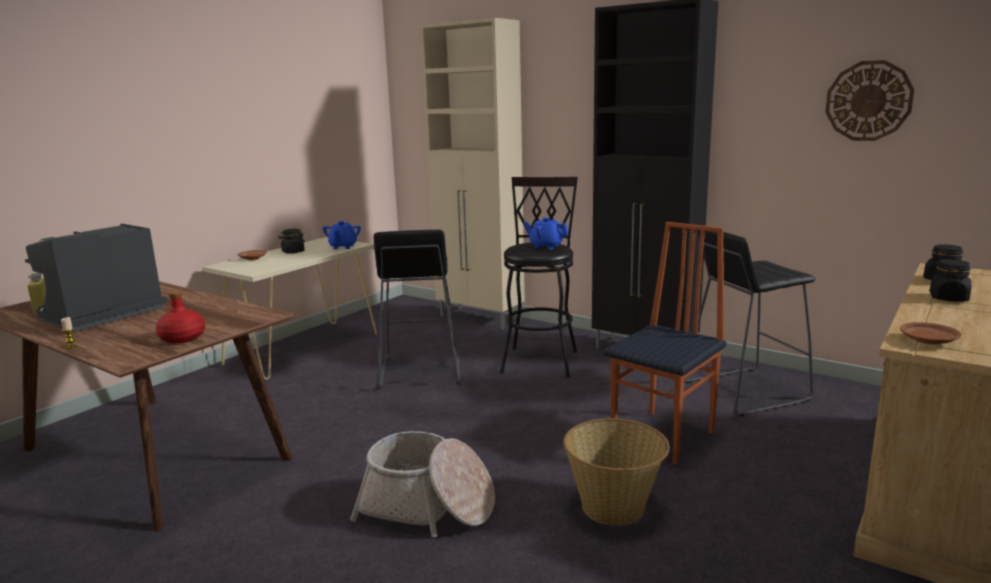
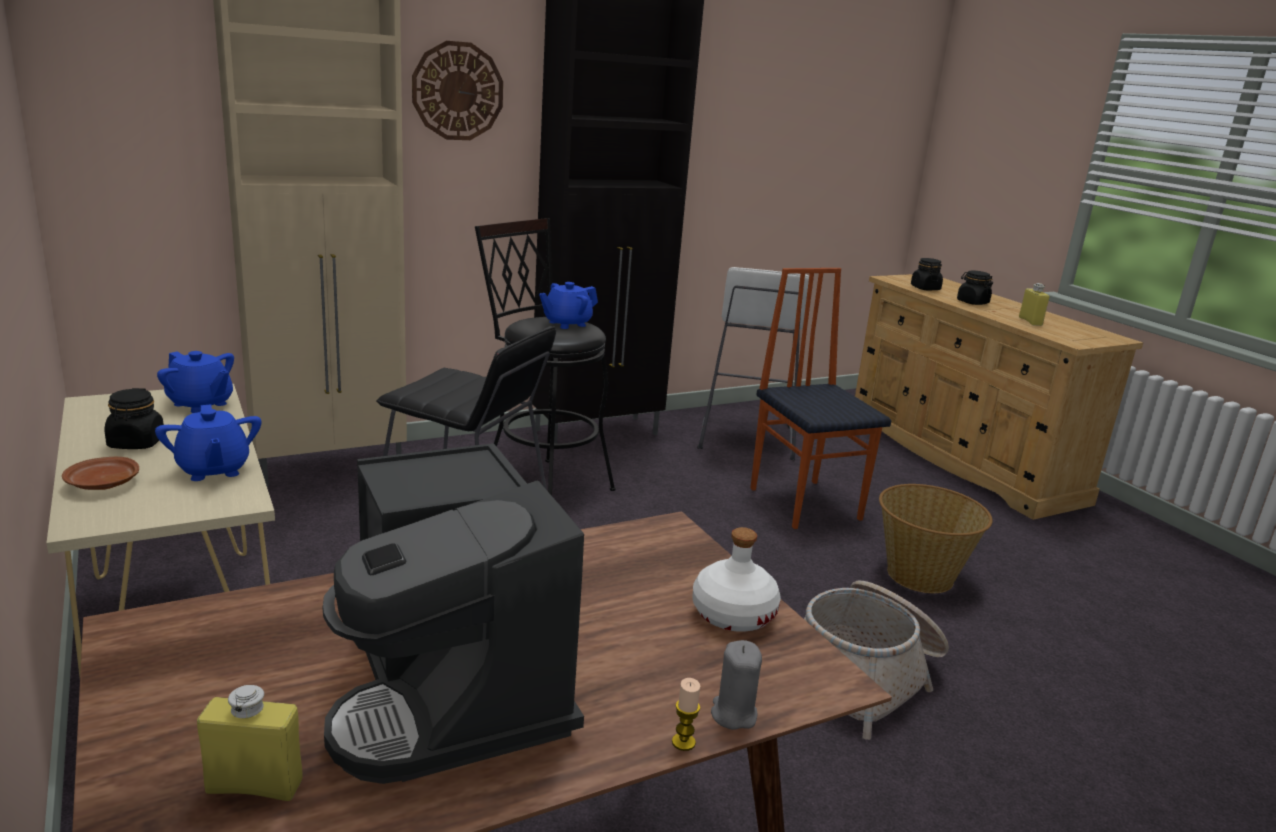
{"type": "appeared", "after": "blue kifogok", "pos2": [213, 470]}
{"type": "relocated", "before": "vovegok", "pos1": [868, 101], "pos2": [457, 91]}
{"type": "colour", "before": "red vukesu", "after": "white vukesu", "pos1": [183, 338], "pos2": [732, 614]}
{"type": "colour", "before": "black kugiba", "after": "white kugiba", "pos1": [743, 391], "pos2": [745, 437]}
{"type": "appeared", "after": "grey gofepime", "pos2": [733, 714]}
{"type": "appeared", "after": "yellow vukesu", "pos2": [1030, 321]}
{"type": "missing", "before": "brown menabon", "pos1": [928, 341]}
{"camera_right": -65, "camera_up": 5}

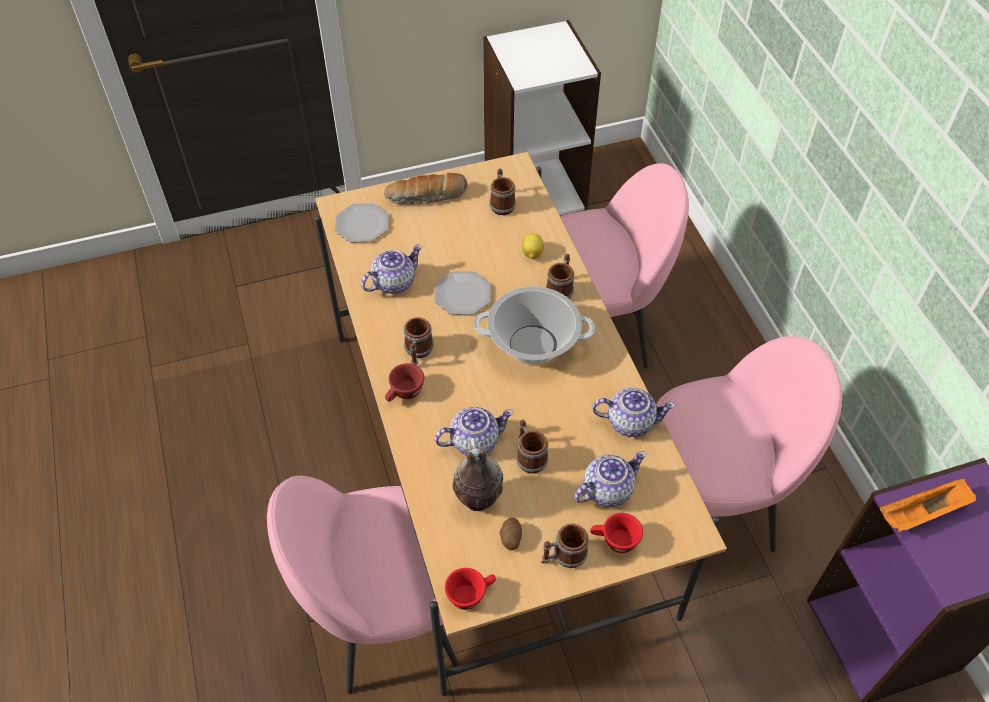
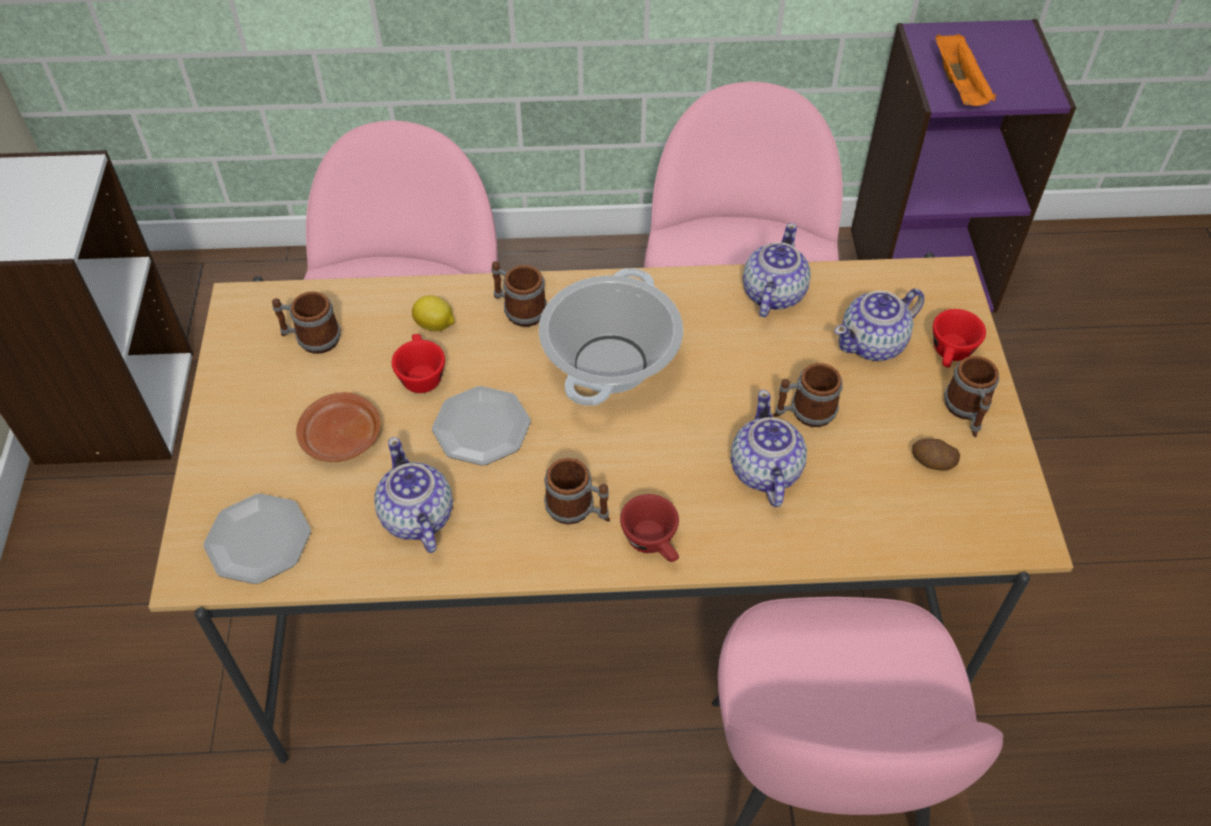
{"type": "appeared", "after": "brown menabon", "pos2": [341, 438]}
{"type": "relocated", "before": "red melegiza", "pos1": [471, 594], "pos2": [420, 374]}
{"type": "spun", "before": "kifogok", "pos1": [606, 490], "pos2": [873, 343], "turn": -105}
{"type": "missing", "before": "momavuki", "pos1": [427, 197]}
{"type": "missing", "before": "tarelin", "pos1": [477, 501]}
{"camera_right": -75, "camera_up": 0}

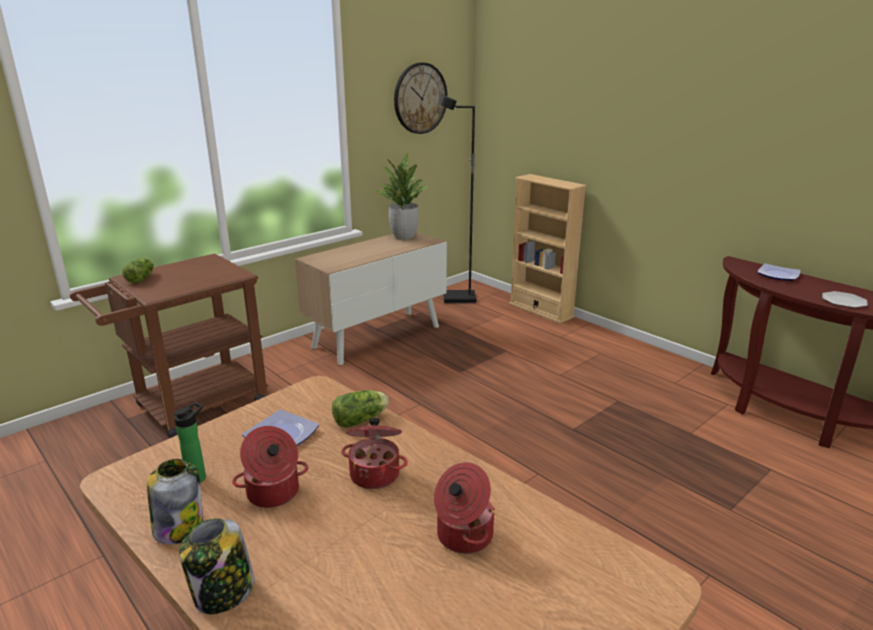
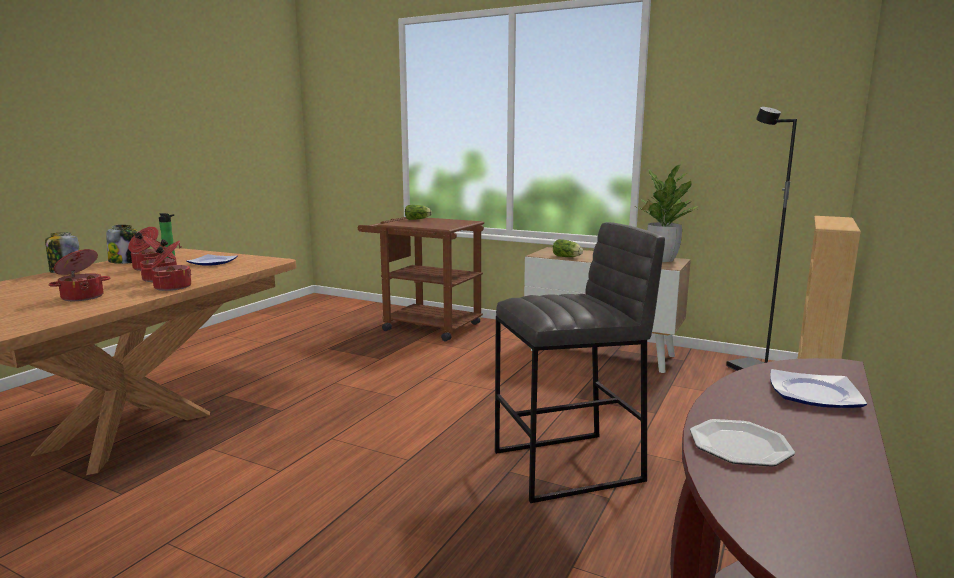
{"type": "appeared", "after": "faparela", "pos2": [171, 287]}
{"type": "appeared", "after": "grey kugiba", "pos2": [569, 466]}
{"type": "relocated", "before": "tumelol", "pos1": [362, 419], "pos2": [567, 257]}
{"type": "missing", "before": "vovegok", "pos1": [420, 98]}
{"camera_right": 70, "camera_up": -10}

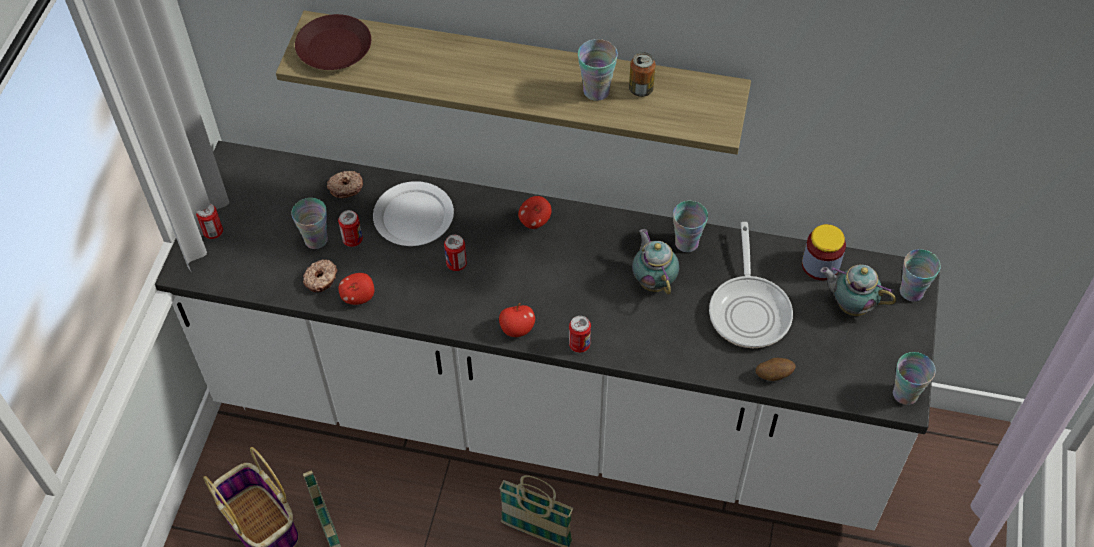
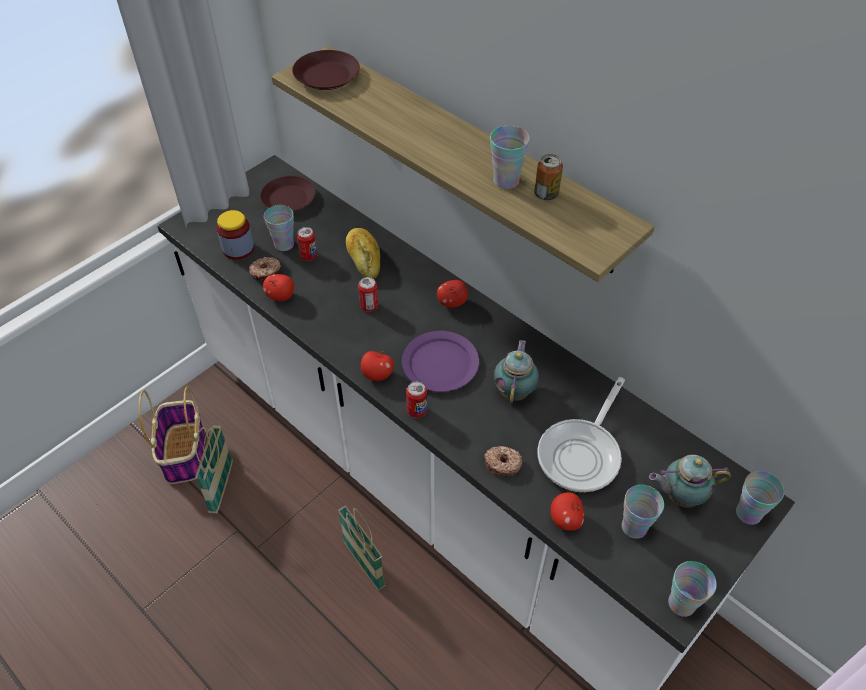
{"type": "relocated", "before": "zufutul", "pos1": [820, 265], "pos2": [238, 249]}
{"type": "appeared", "after": "brown menabon", "pos2": [289, 199]}
{"type": "exchanged", "before": "white menabon", "after": "momavuki", "pos1": [413, 216], "pos2": [364, 259]}
{"type": "appeared", "after": "purple menabon", "pos2": [440, 364]}
{"type": "relocated", "before": "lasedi", "pos1": [345, 187], "pos2": [503, 463]}
{"type": "exchanged", "before": "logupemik", "after": "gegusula", "pos1": [773, 375], "pos2": [565, 519]}
{"type": "relocated", "before": "melegiza", "pos1": [686, 243], "pos2": [634, 527]}
{"type": "spun", "before": "kifogok", "pos1": [850, 305], "pos2": [679, 496], "turn": -60}
{"type": "missing", "before": "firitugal", "pos1": [213, 232]}
{"camera_right": 30, "camera_up": -5}

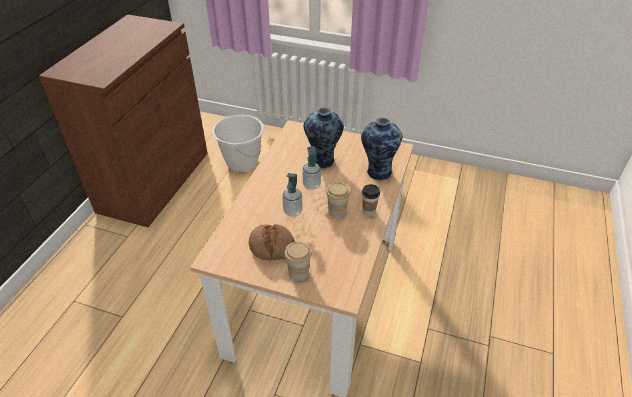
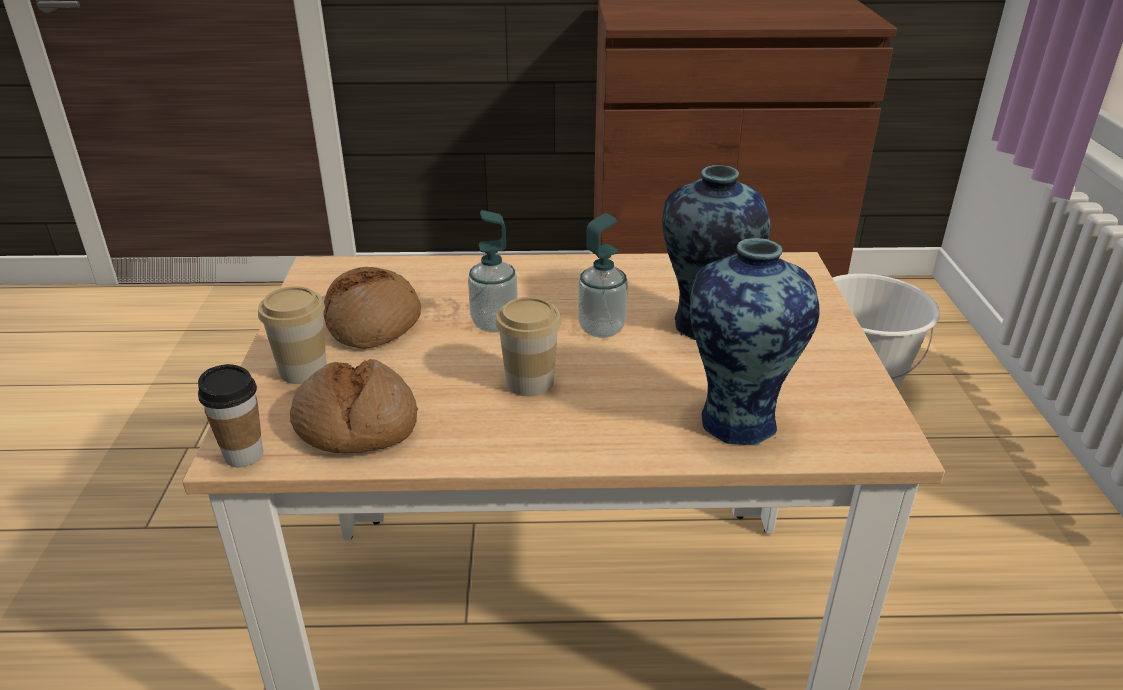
{"type": "relocated", "before": "melegiza", "pos1": [368, 212], "pos2": [244, 455]}
{"type": "appeared", "after": "momavuki", "pos2": [356, 425]}
{"camera_right": 70, "camera_up": -10}

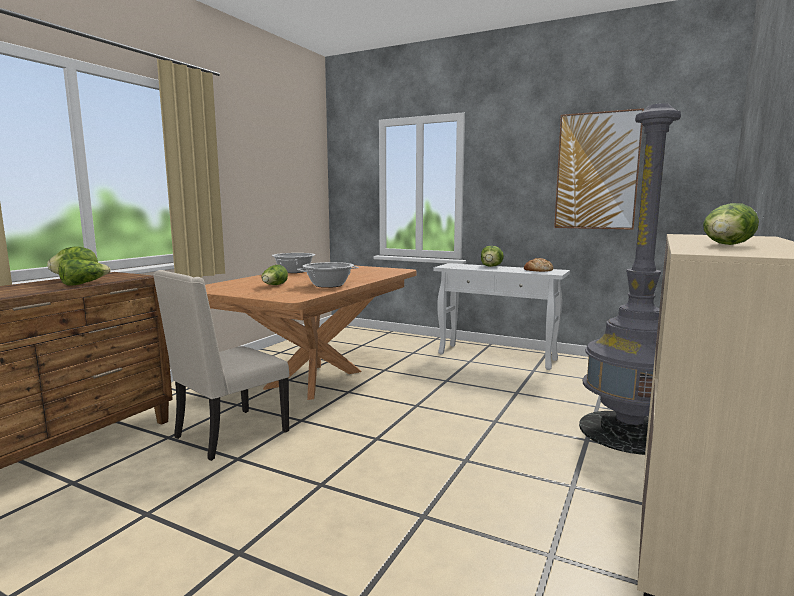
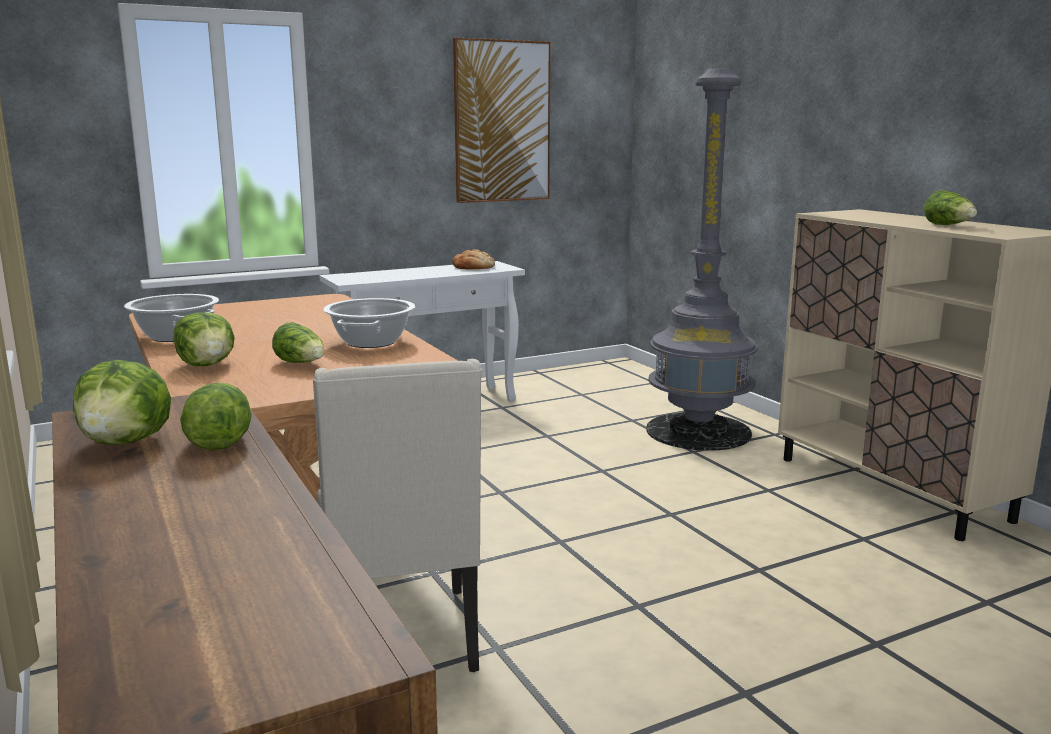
{"type": "relocated", "before": "tumelol", "pos1": [491, 266], "pos2": [208, 365]}
{"camera_right": -55, "camera_up": 5}

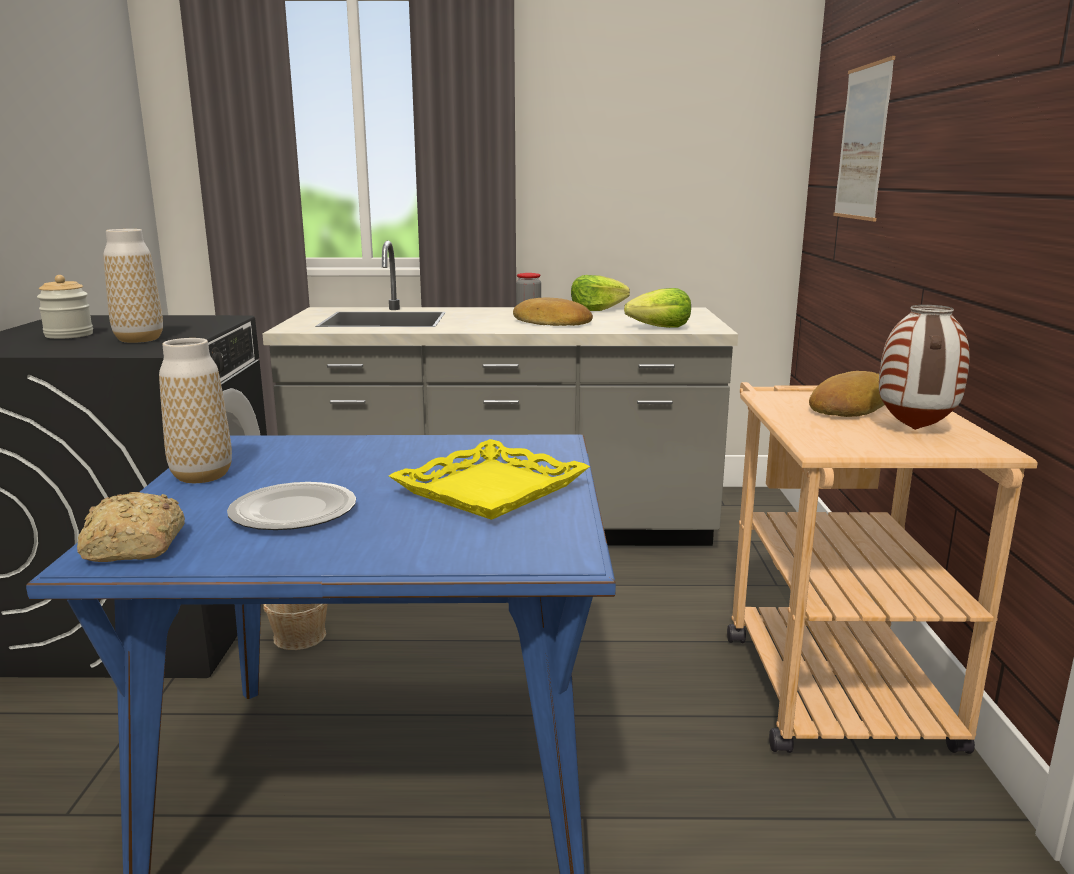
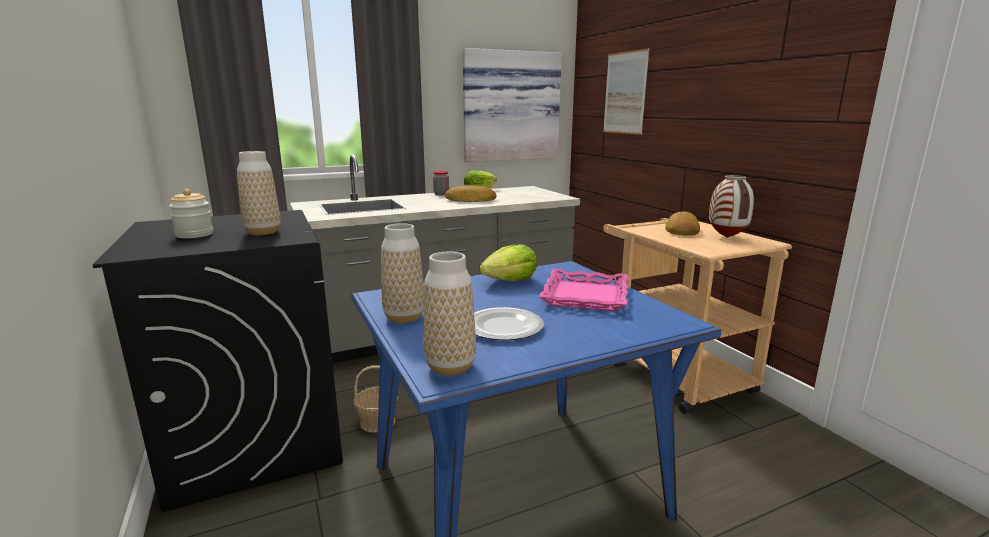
{"type": "exchanged", "before": "momavuki", "after": "tarelin", "pos1": [134, 548], "pos2": [450, 367]}
{"type": "appeared", "after": "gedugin", "pos2": [510, 106]}
{"type": "relocated", "before": "tumelol", "pos1": [660, 328], "pos2": [510, 281]}
{"type": "colour", "before": "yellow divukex", "after": "pink divukex", "pos1": [491, 490], "pos2": [586, 296]}
{"camera_right": -25, "camera_up": 0}

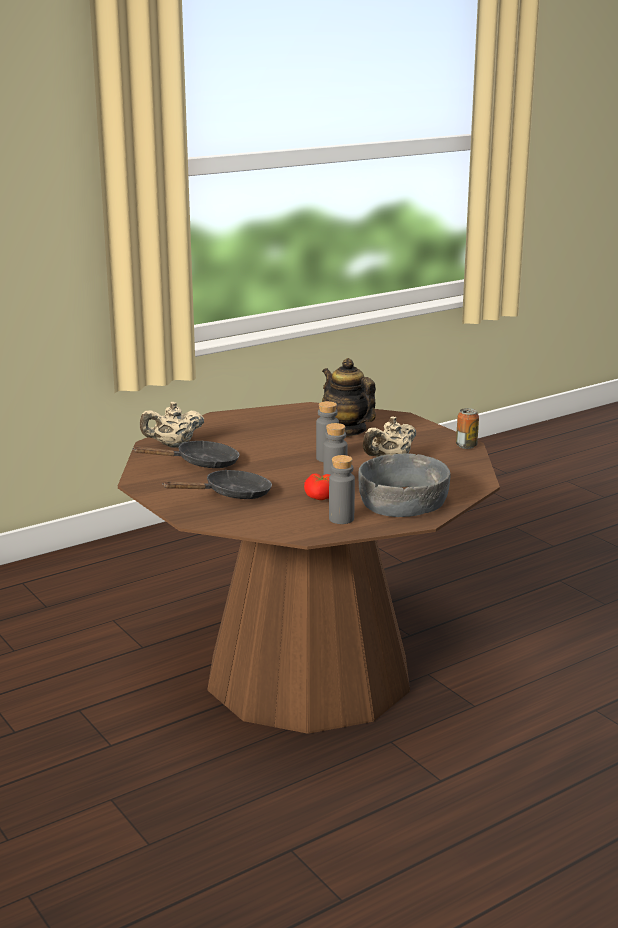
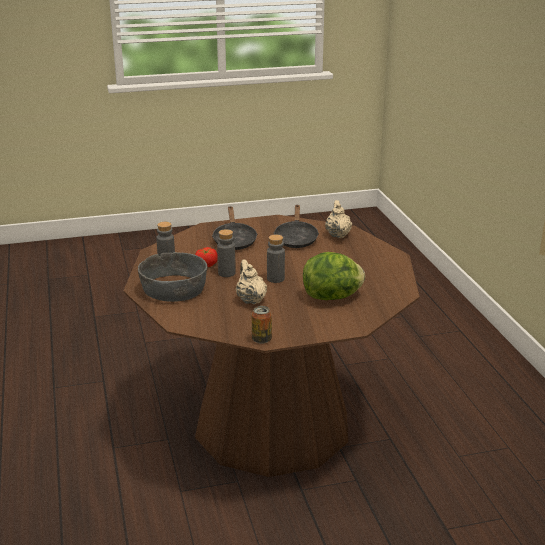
{"type": "exchanged", "before": "kifogok", "after": "tumelol", "pos1": [347, 430], "pos2": [332, 297]}
{"camera_right": 110, "camera_up": 5}

